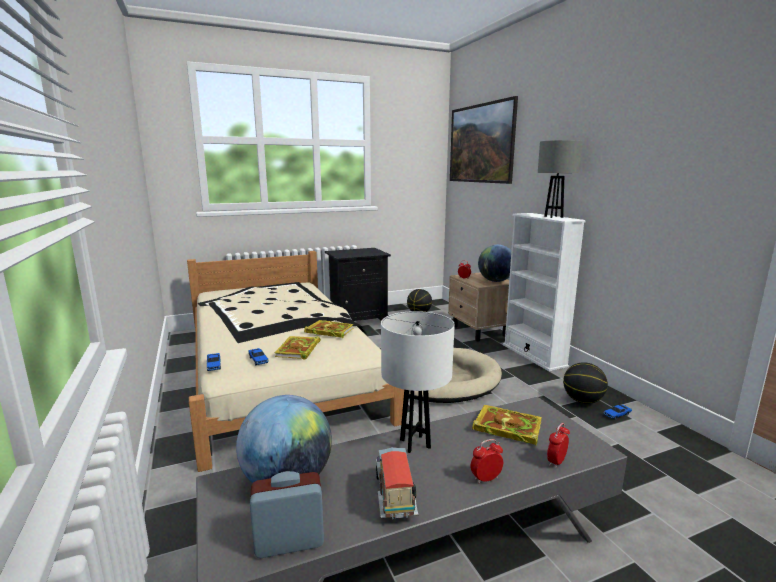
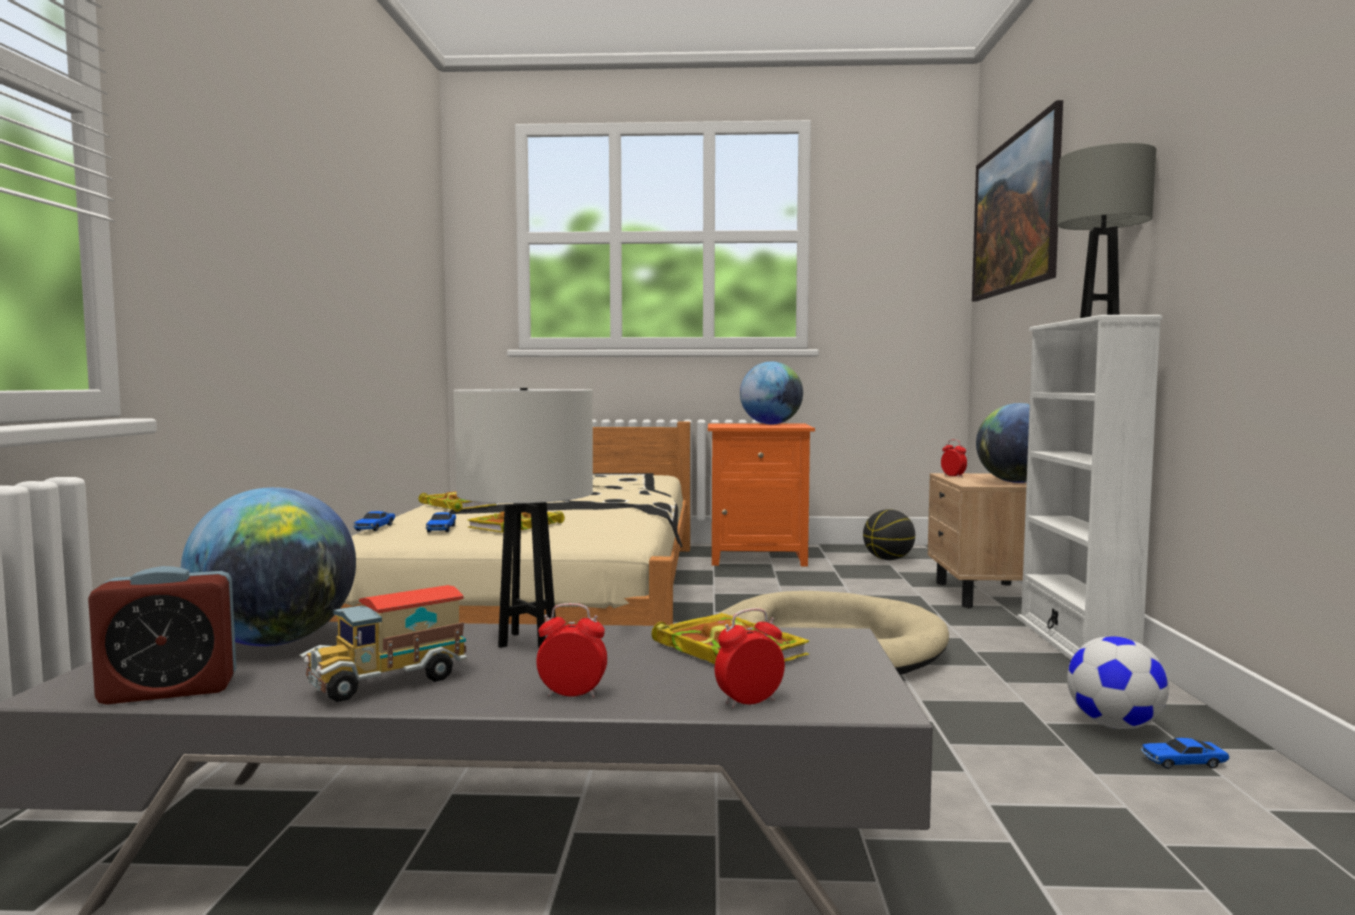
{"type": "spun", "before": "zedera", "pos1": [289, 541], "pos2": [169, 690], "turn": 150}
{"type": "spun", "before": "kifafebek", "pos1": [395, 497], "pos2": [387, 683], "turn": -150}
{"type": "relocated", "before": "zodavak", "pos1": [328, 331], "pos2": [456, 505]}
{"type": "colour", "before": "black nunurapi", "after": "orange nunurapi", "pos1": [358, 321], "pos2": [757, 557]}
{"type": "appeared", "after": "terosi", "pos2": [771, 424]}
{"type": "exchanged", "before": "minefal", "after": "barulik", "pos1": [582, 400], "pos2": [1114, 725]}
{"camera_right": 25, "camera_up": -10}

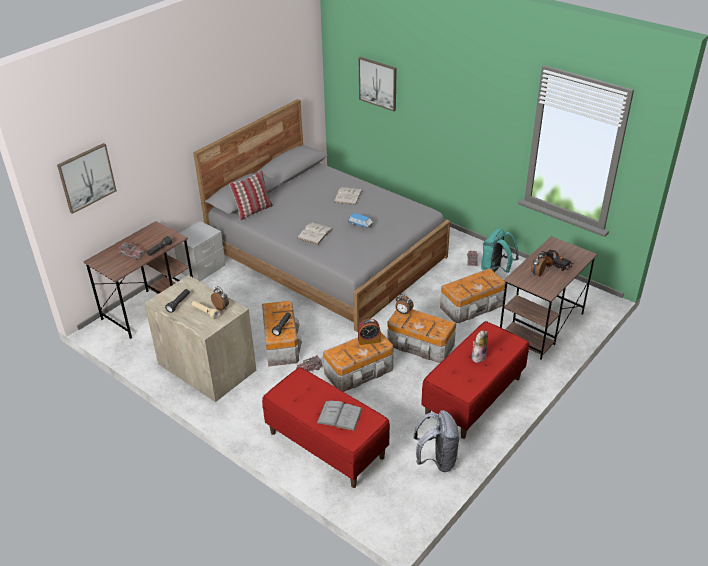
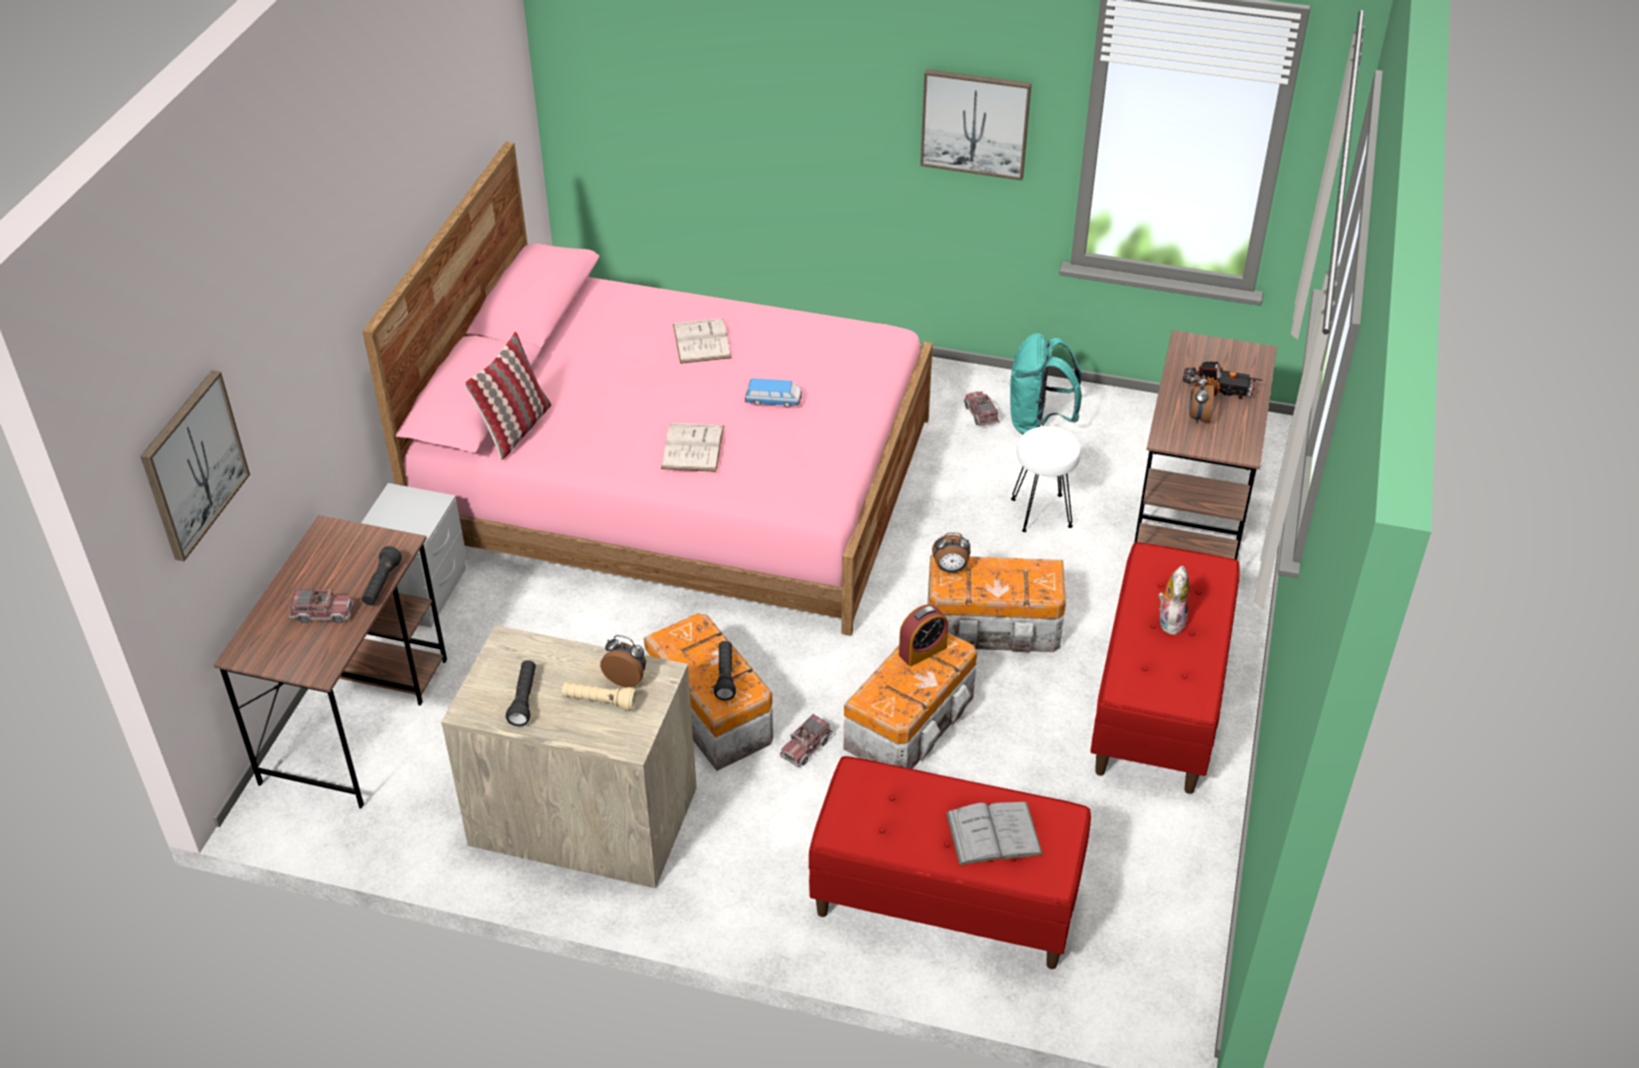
{"type": "colour", "before": "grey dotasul", "after": "pink dotasul", "pos1": [327, 254], "pos2": [677, 480]}
{"type": "relocated", "before": "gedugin", "pos1": [378, 83], "pos2": [975, 123]}
{"type": "exchanged", "before": "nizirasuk", "after": "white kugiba", "pos1": [473, 306], "pos2": [1041, 512]}
{"type": "missing", "before": "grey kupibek", "pos1": [437, 460]}
{"camera_right": -25, "camera_up": 5}

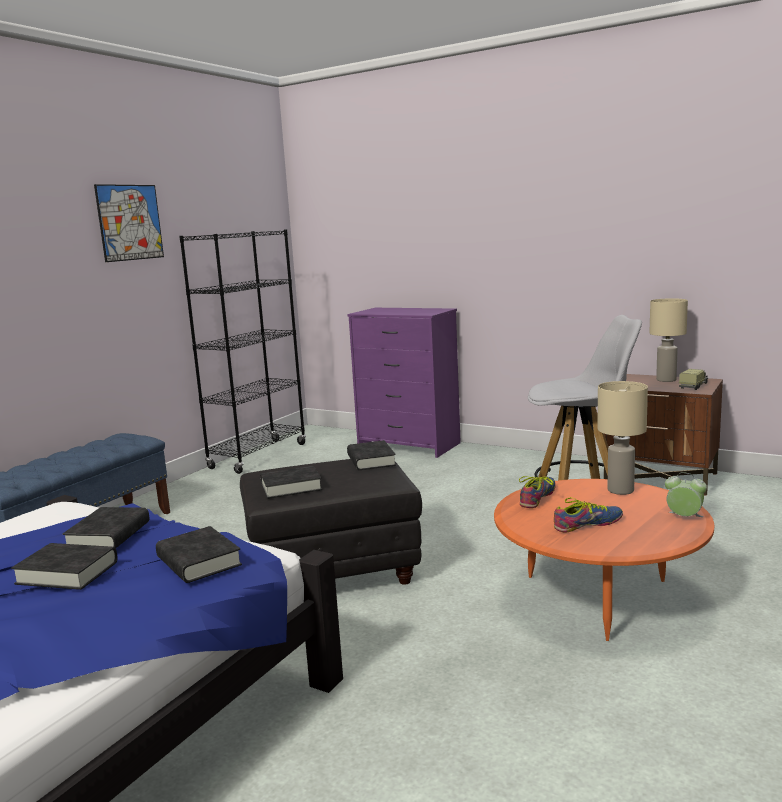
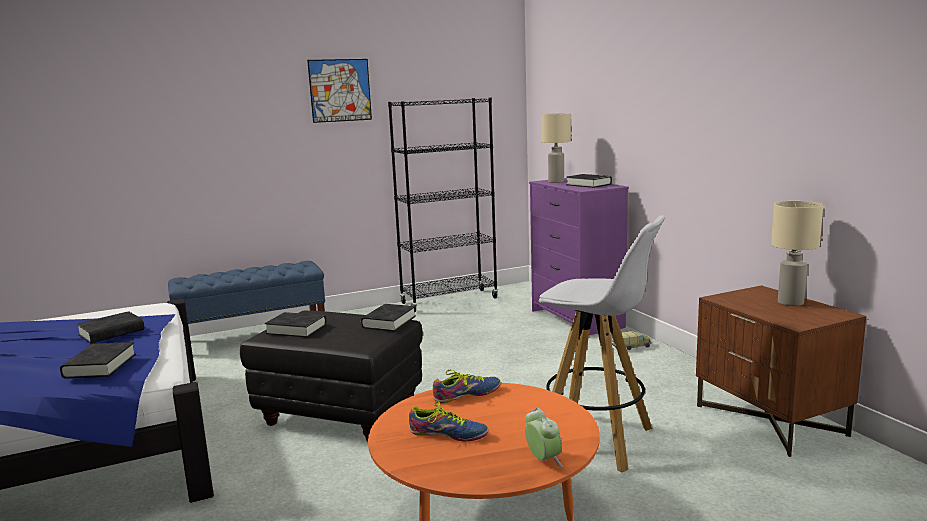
{"type": "relocated", "before": "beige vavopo", "pos1": [620, 490], "pos2": [555, 182]}
{"type": "relocated", "before": "black zodavak", "pos1": [67, 573], "pos2": [588, 184]}
{"type": "relocated", "before": "kifafebek", "pos1": [694, 386], "pos2": [632, 347]}
{"camera_right": 35, "camera_up": 0}

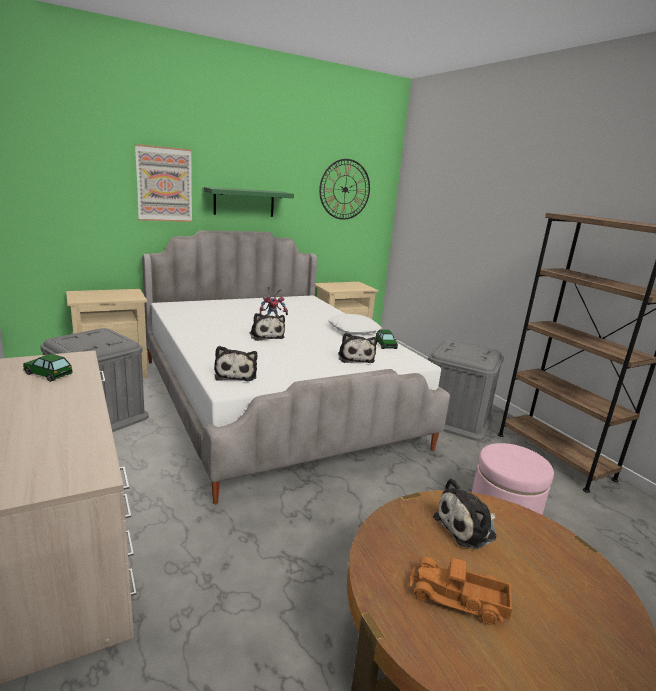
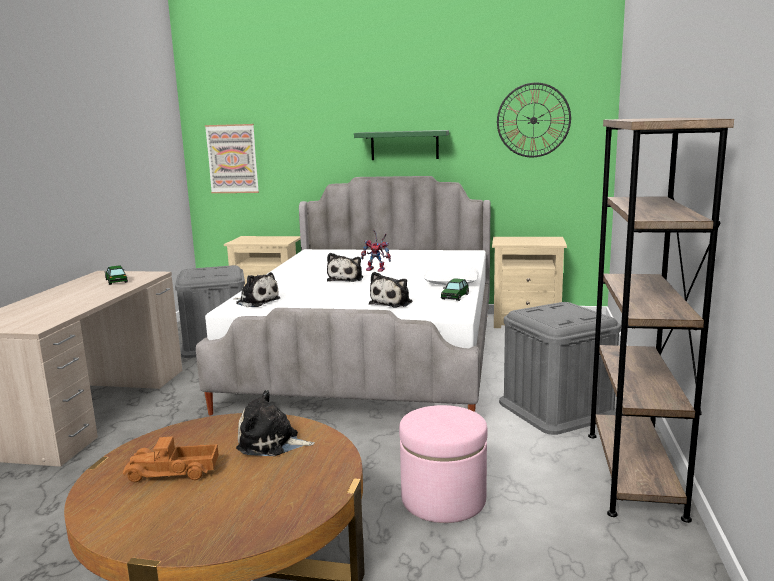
{"type": "spun", "before": "kifafebek", "pos1": [458, 599], "pos2": [173, 472], "turn": -60}
{"type": "relocated", "before": "gedugin", "pos1": [164, 184], "pos2": [232, 159]}
{"type": "spun", "before": "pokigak", "pos1": [236, 374], "pos2": [256, 301], "turn": -90}
{"camera_right": 40, "camera_up": -5}

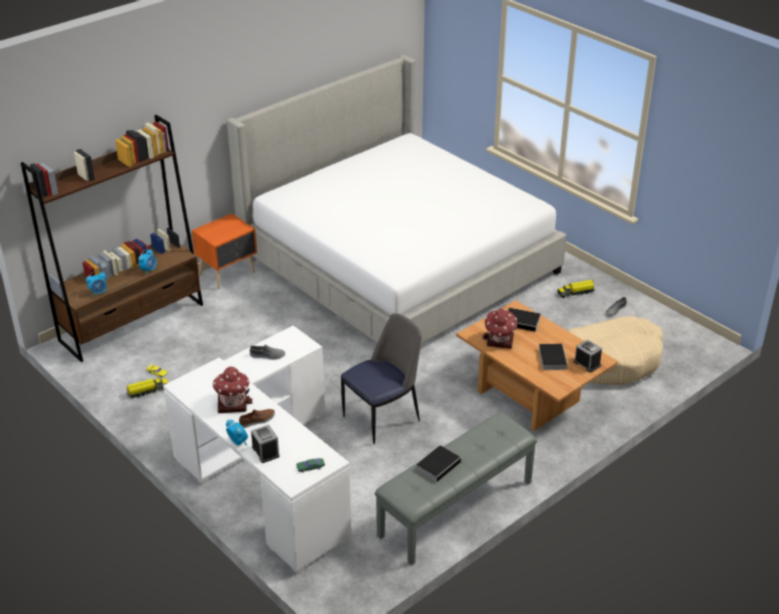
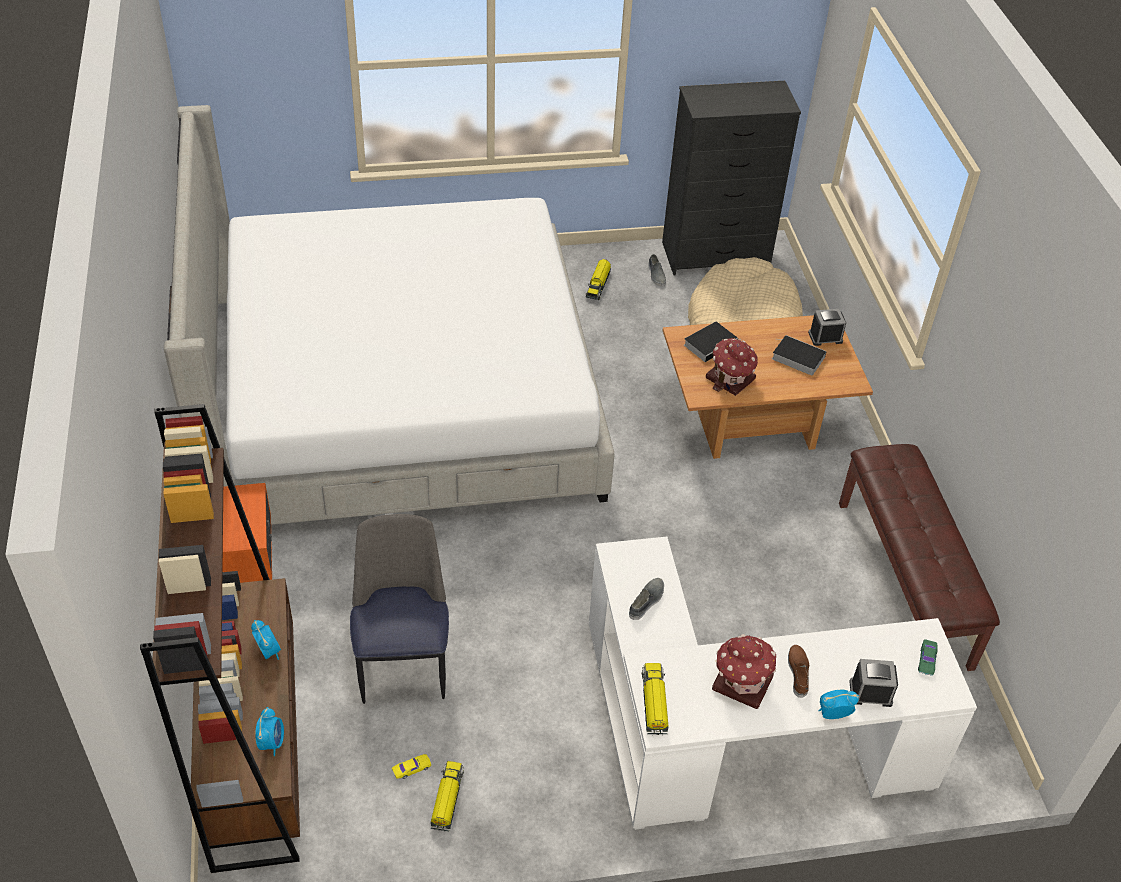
{"type": "relocated", "before": "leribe", "pos1": [383, 417], "pos2": [403, 660]}
{"type": "appeared", "after": "kifafebek", "pos2": [654, 703]}
{"type": "appeared", "after": "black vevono", "pos2": [716, 255]}
{"type": "colour", "before": "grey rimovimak", "after": "brown rimovimak", "pos1": [456, 509], "pos2": [904, 583]}
{"type": "missing", "before": "zodavak", "pos1": [439, 465]}
{"camera_right": -60, "camera_up": 10}

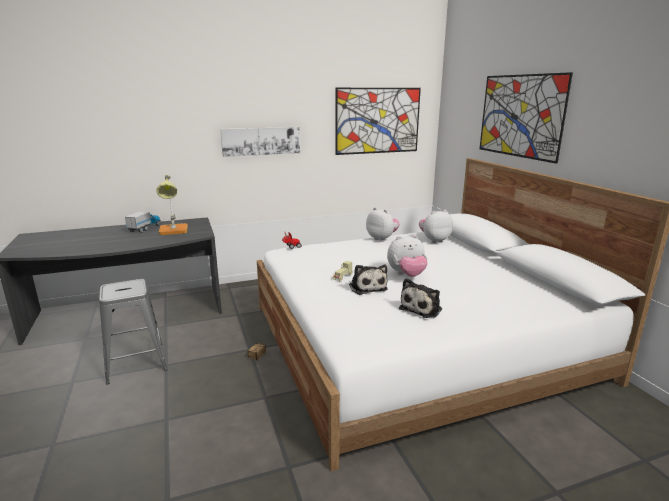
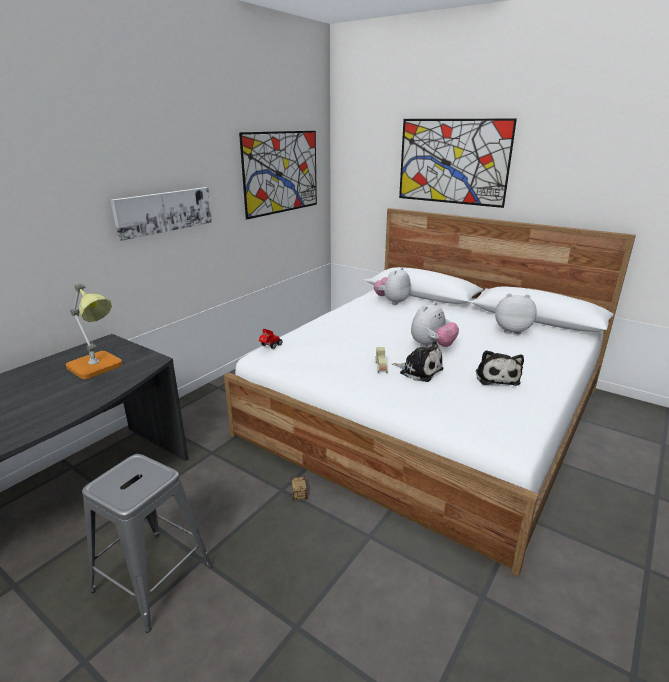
{"type": "relocated", "before": "pokigak", "pos1": [382, 239], "pos2": [511, 330]}
{"type": "missing", "before": "kifafebek", "pos1": [145, 228]}
{"camera_right": -35, "camera_up": 5}

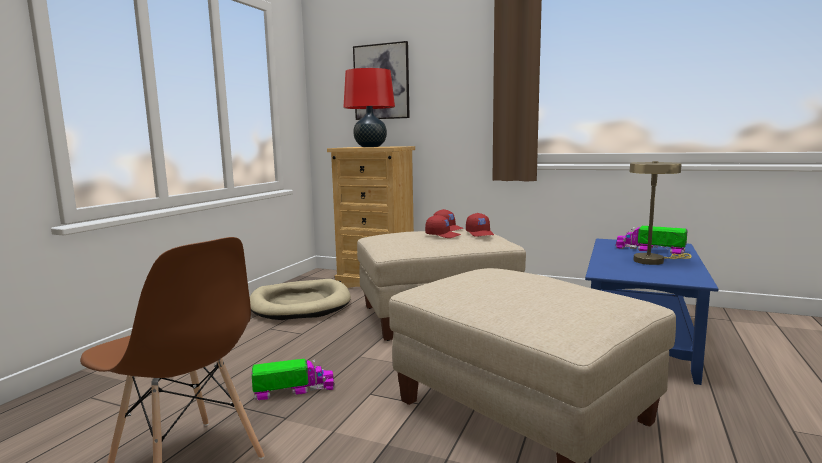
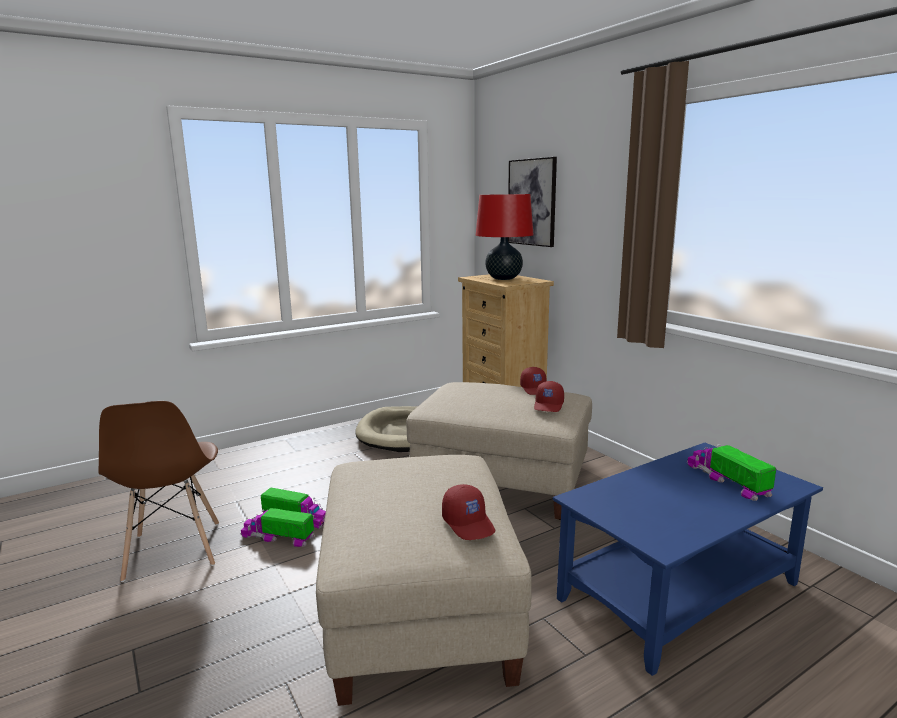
{"type": "appeared", "after": "kifafebek", "pos2": [278, 537]}
{"type": "relocated", "before": "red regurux", "pos1": [443, 235], "pos2": [469, 523]}
{"type": "missing", "before": "beige vavopo", "pos1": [652, 260]}
{"camera_right": 35, "camera_up": 5}

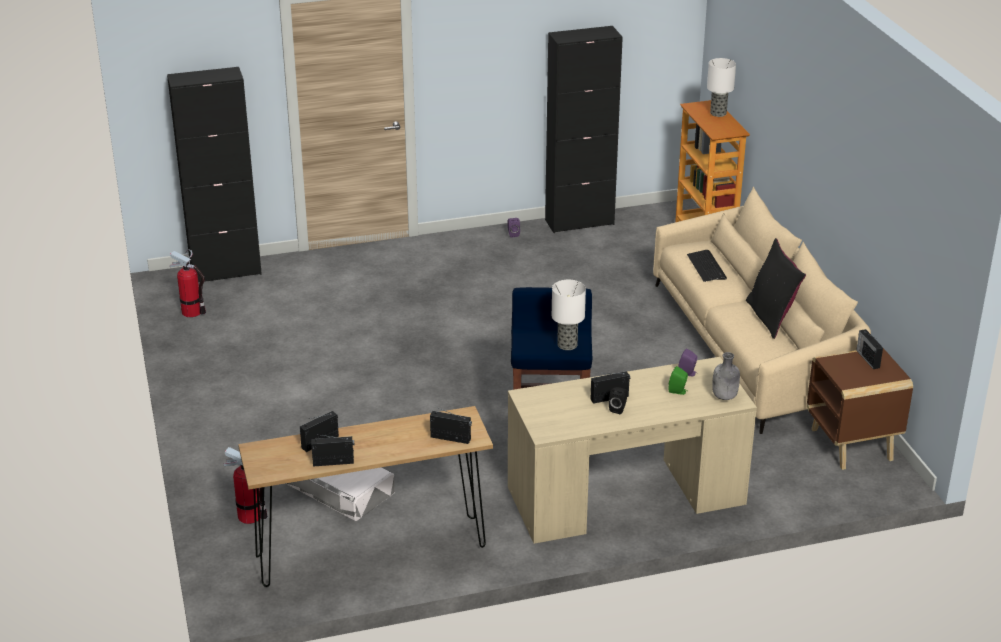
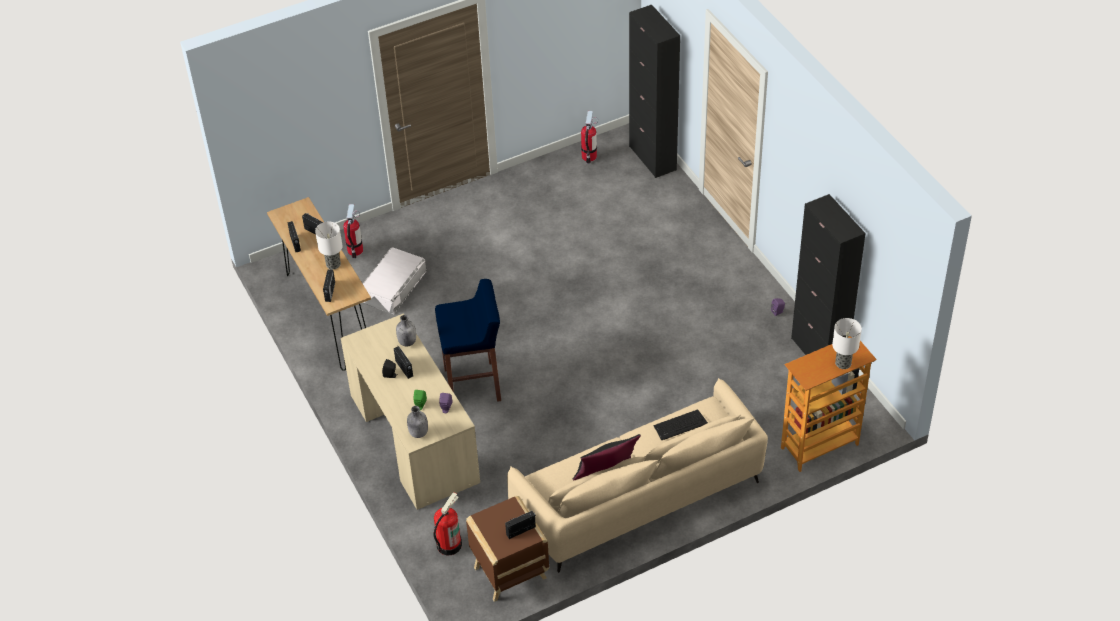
{"type": "relocated", "before": "vavopo", "pos1": [567, 345], "pos2": [333, 264]}
{"type": "appeared", "after": "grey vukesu", "pos2": [407, 342]}
{"type": "appeared", "after": "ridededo", "pos2": [449, 544]}
{"camera_right": 80, "camera_up": 15}

